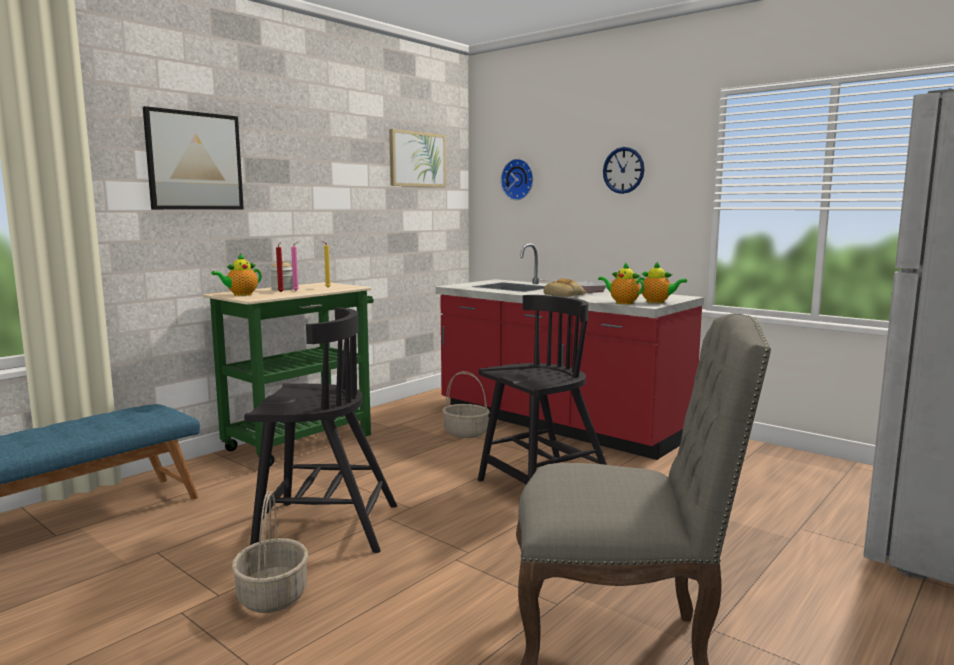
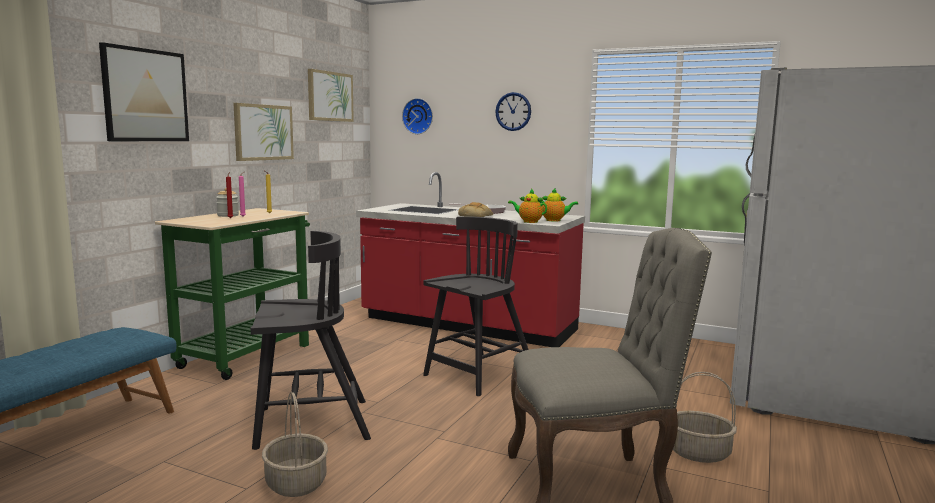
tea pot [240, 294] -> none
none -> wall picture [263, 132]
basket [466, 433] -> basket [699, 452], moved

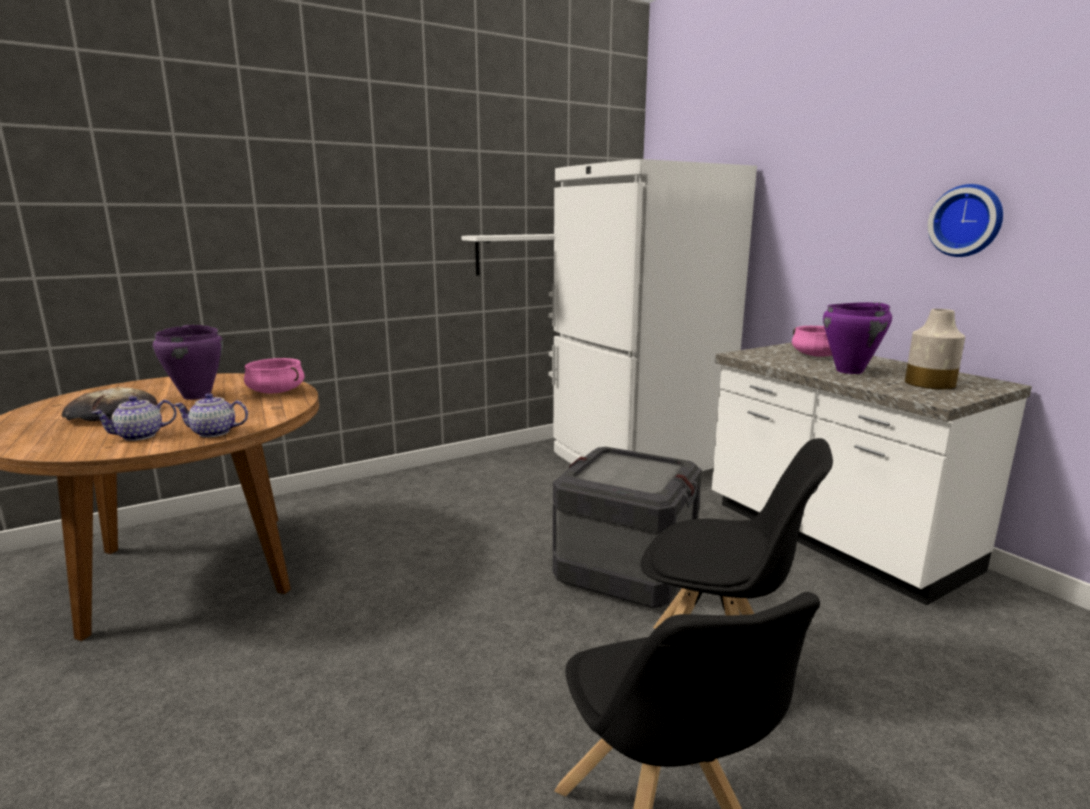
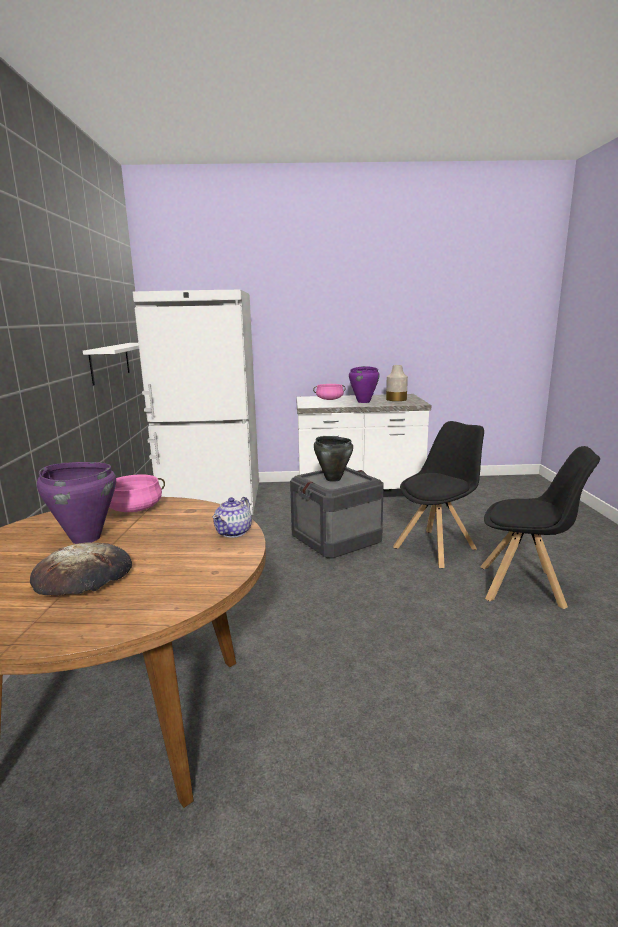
tea pot [140, 436] -> none
clock on the wall [967, 221] -> none
none -> stockpot (blackish) [333, 479]

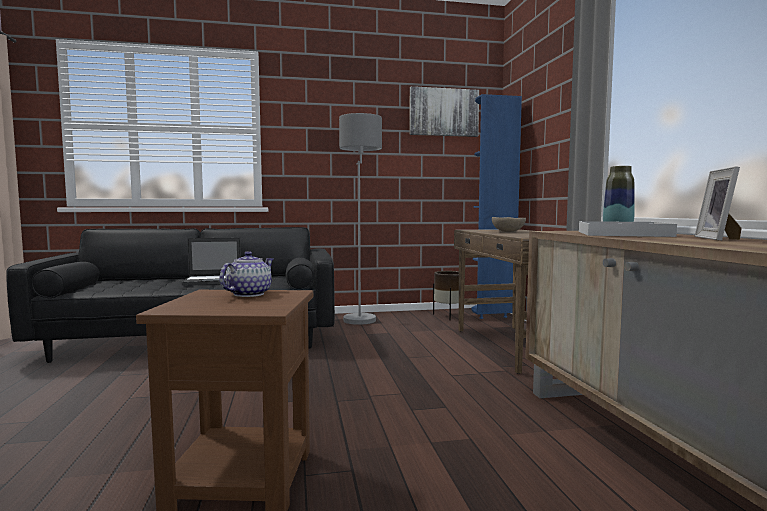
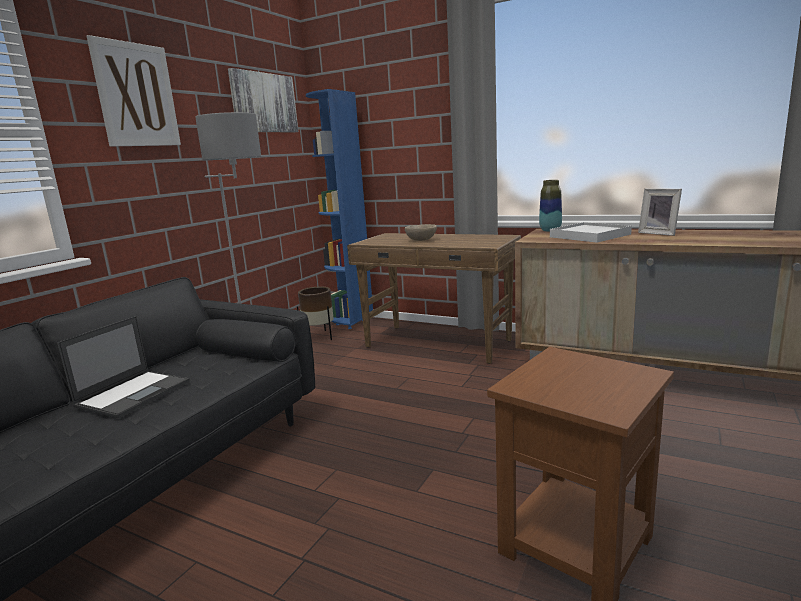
tea pot [248, 294] -> none
none -> wall picture [136, 95]

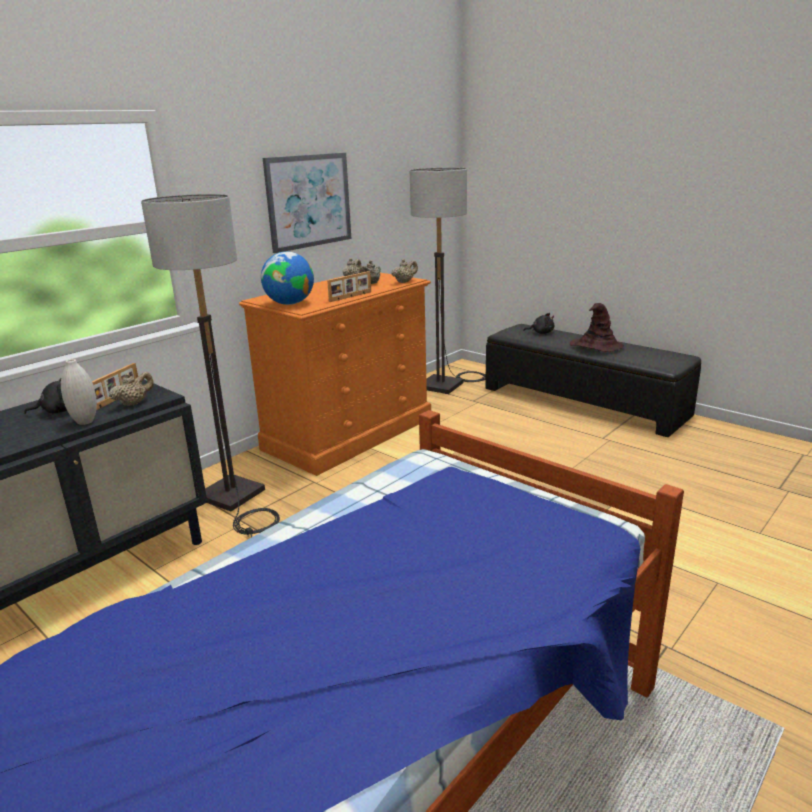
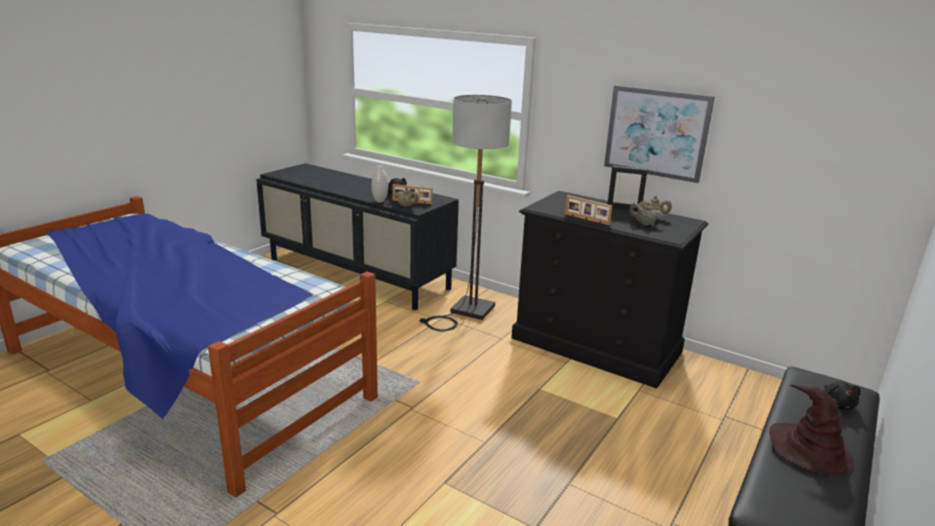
globe [289, 303] -> none
tea pot (beige) [404, 282] -> none
standing lamp [450, 384] -> none
none -> picture frame [624, 208]
dresser (orangey) [350, 433] -> dresser (blackish) [596, 345]

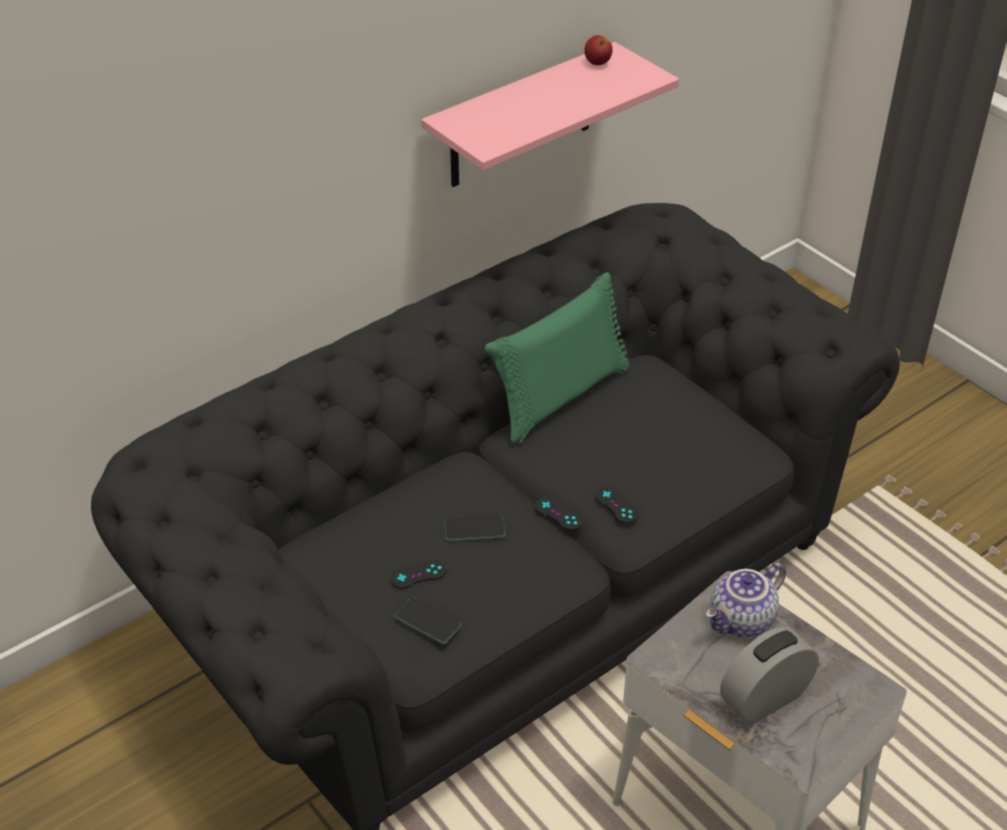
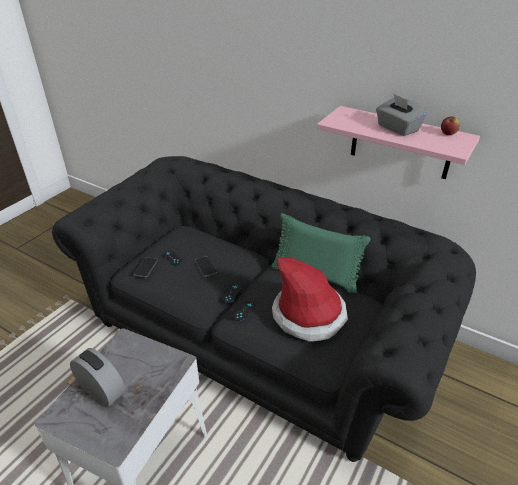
tea pot [742, 621] -> none
none -> hat [309, 315]
none -> box of tissues (grey) [397, 128]

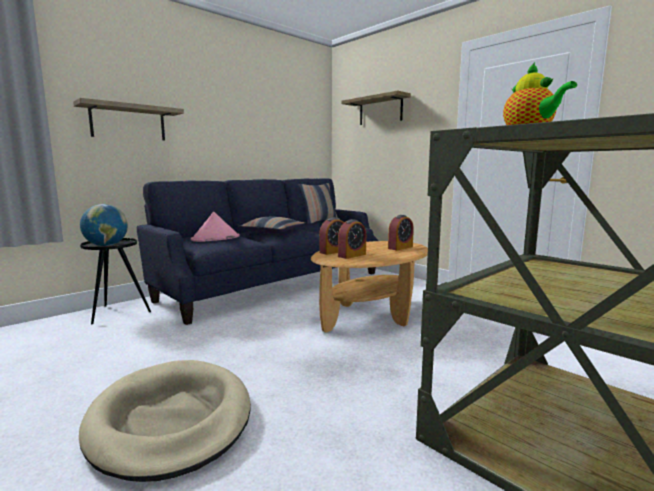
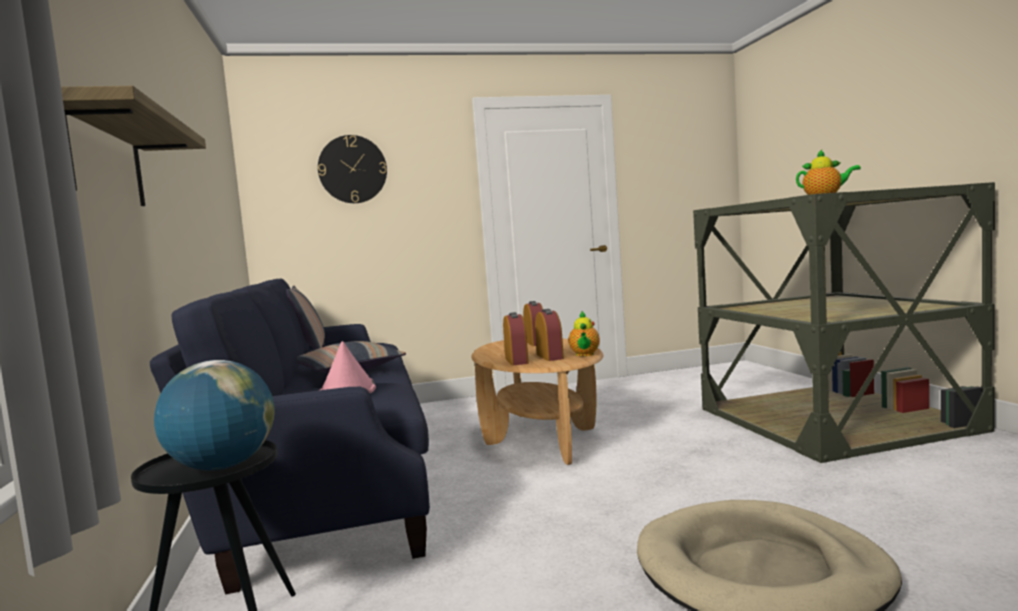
none -> tea pot [585, 355]
wall shelf [380, 110] -> clock on the wall [352, 169]

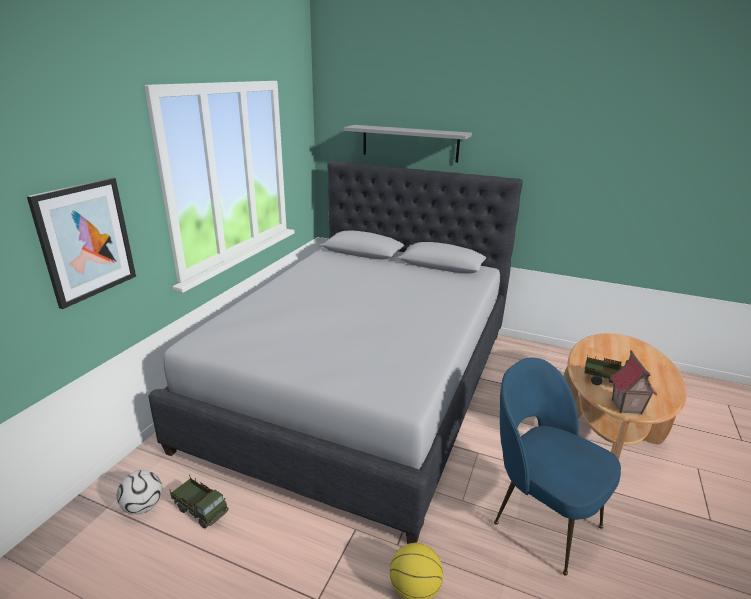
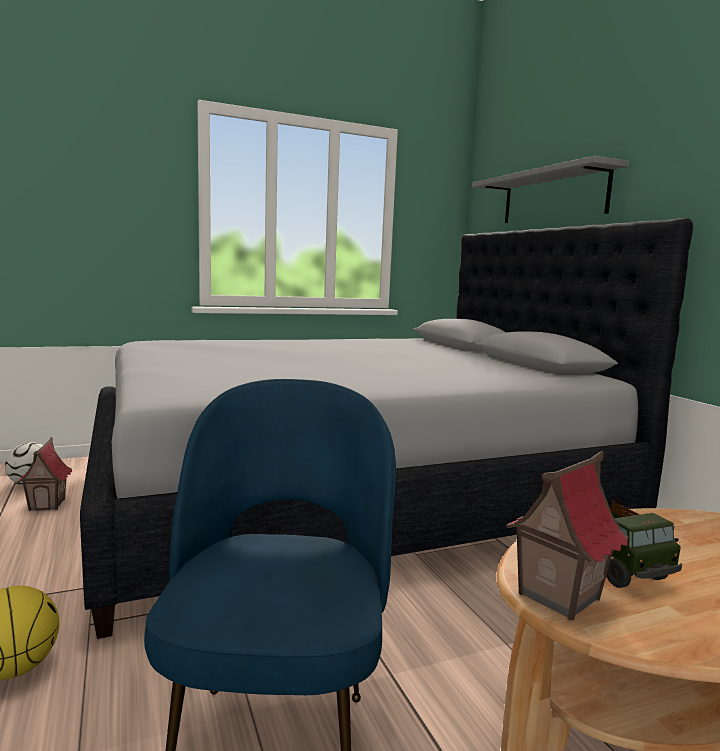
wall picture [86, 241] -> none
toy lorry [201, 510] -> model house [47, 504]

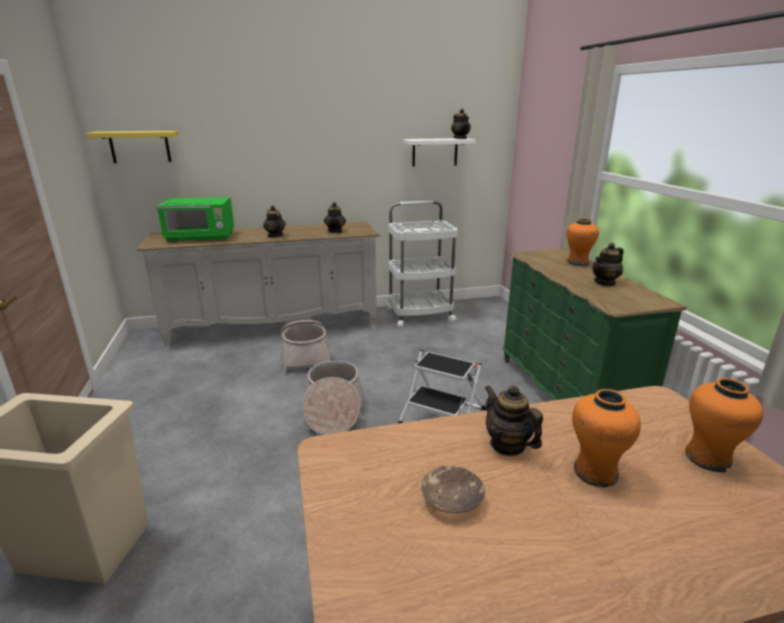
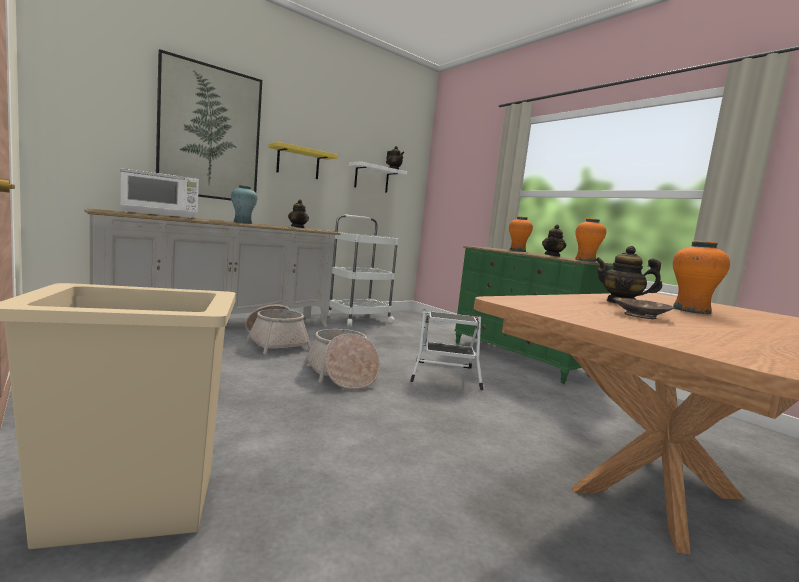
none -> wall picture [210, 133]
wall shelf (yellow) [140, 147] -> wall shelf (yellow) [298, 163], moved
decorative vase (orangey) [708, 458] -> decorative vase (orangey) [585, 260], moved
tea pot [275, 235] -> decorative vase (blue-green) [242, 222]
microwave oven (greenish) [201, 237] -> microwave oven (whitish) [160, 215]

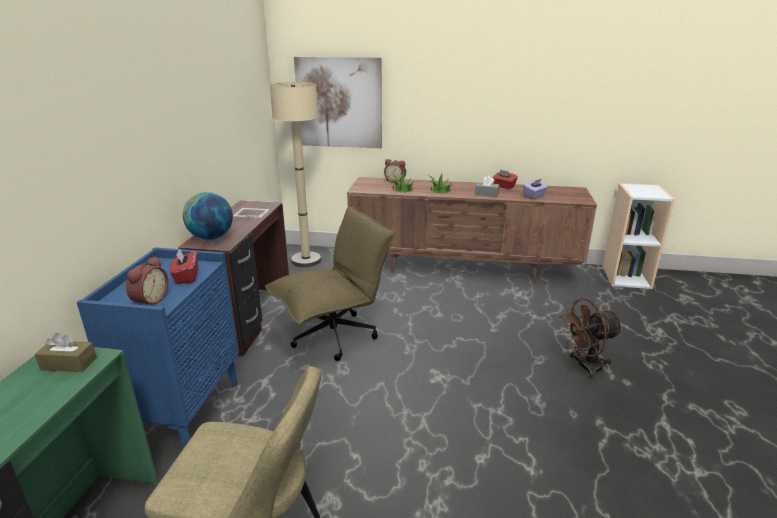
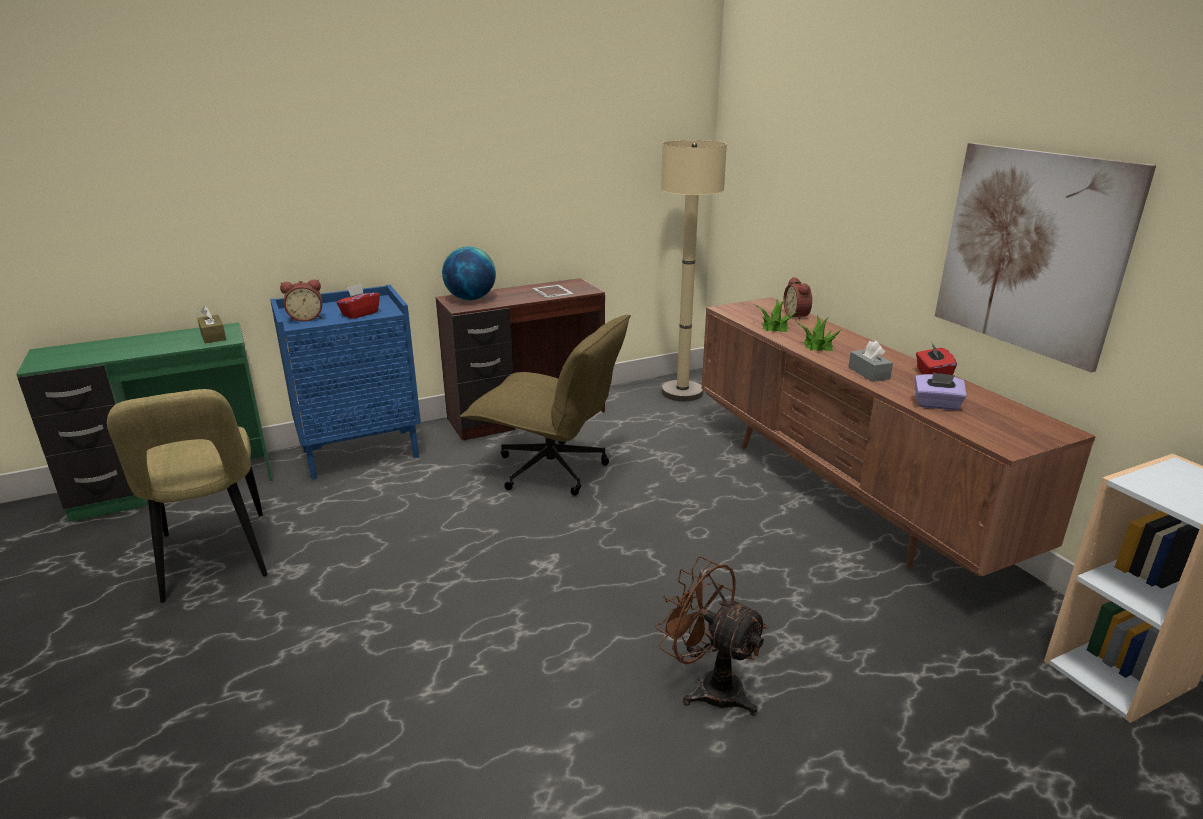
wall picture [339, 103] -> wall picture [1031, 251], moved

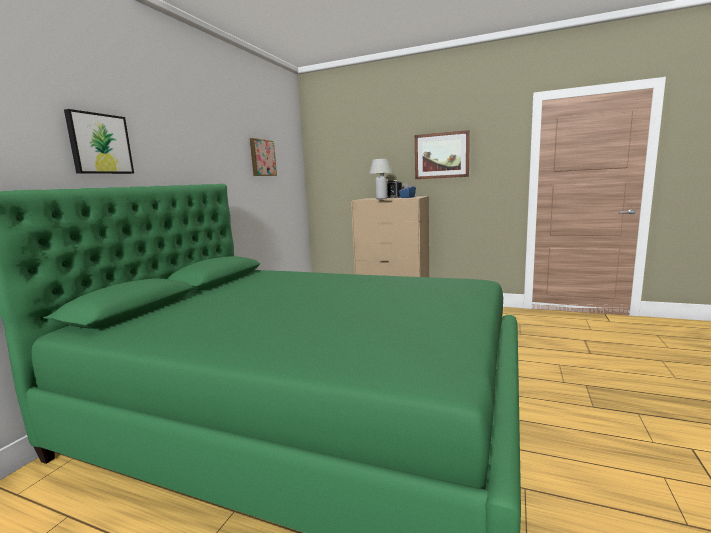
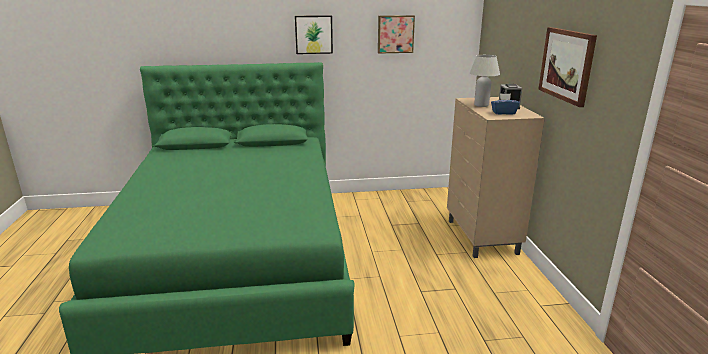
wall picture [99, 144] -> wall picture [313, 34], moved

